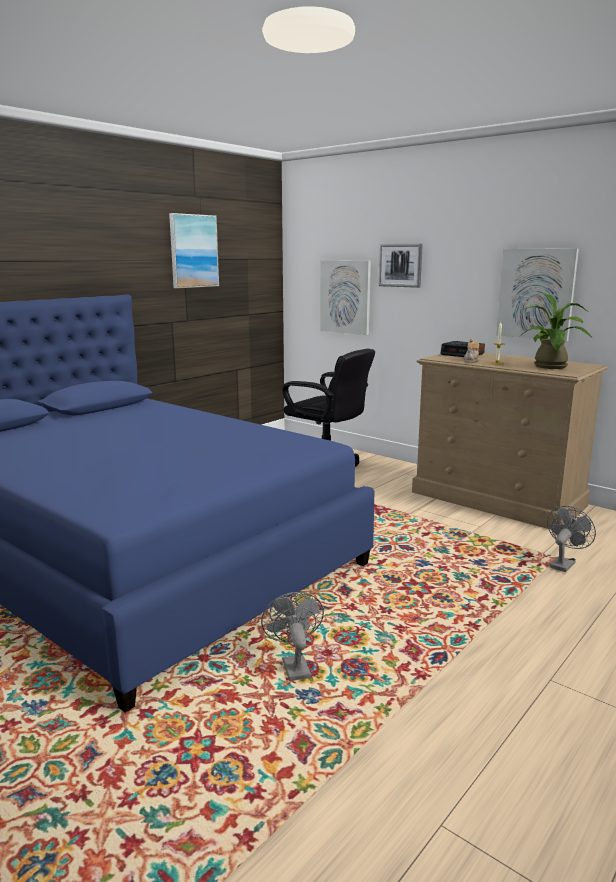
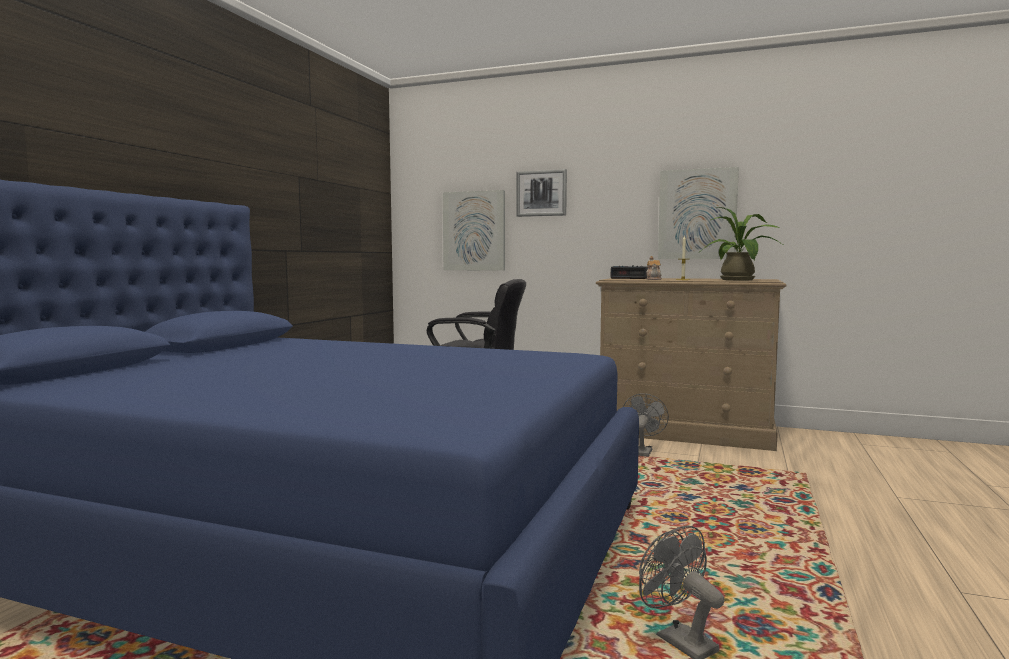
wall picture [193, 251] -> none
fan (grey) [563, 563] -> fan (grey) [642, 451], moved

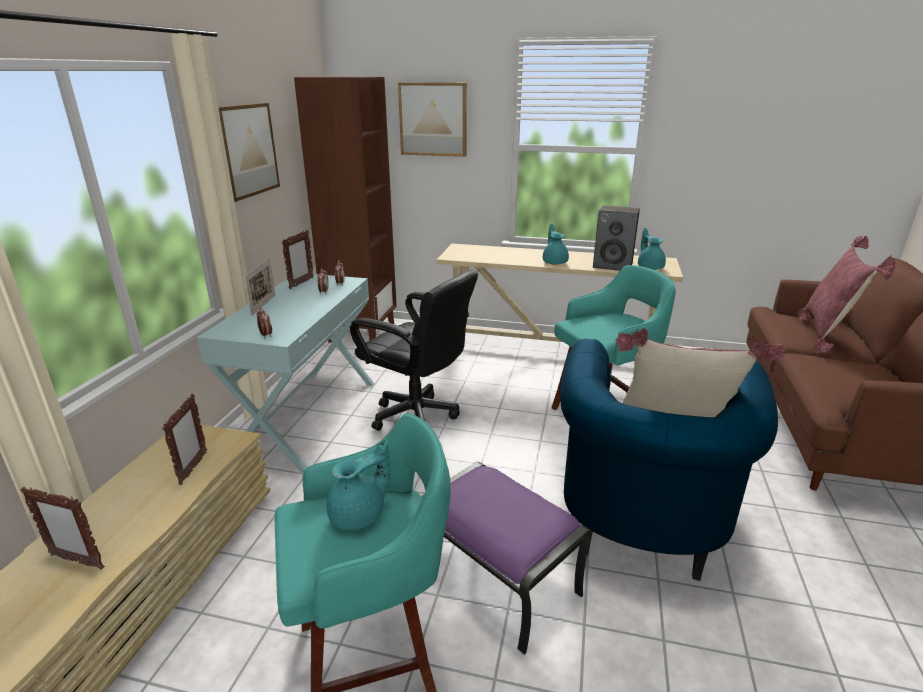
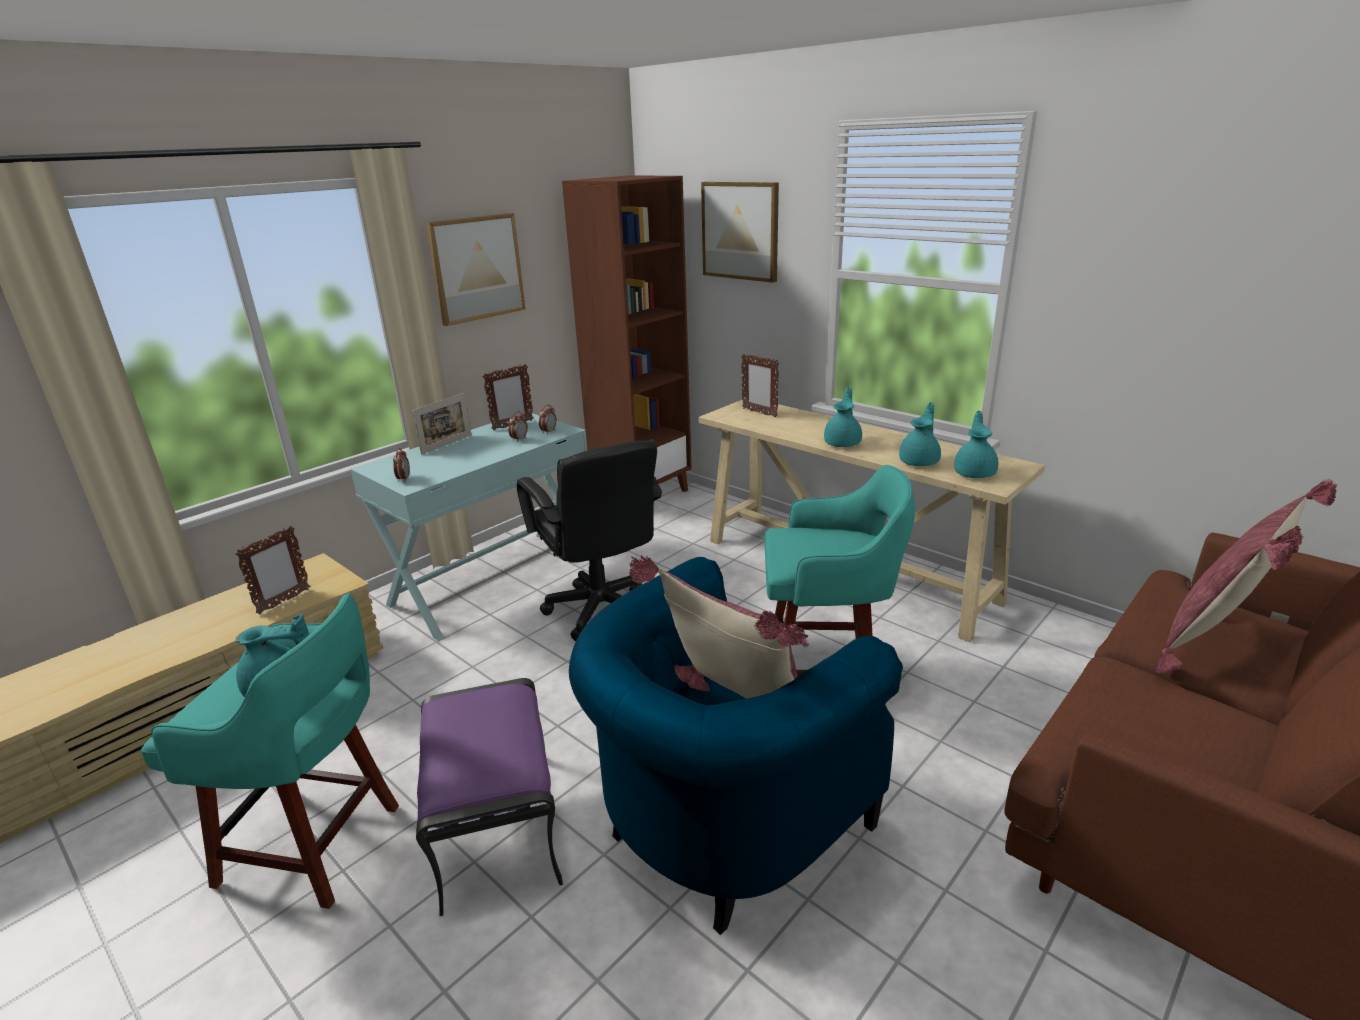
picture frame [77, 561] -> picture frame [759, 413], moved
audio speaker [613, 266] -> tea pot (blue-green) [920, 461]

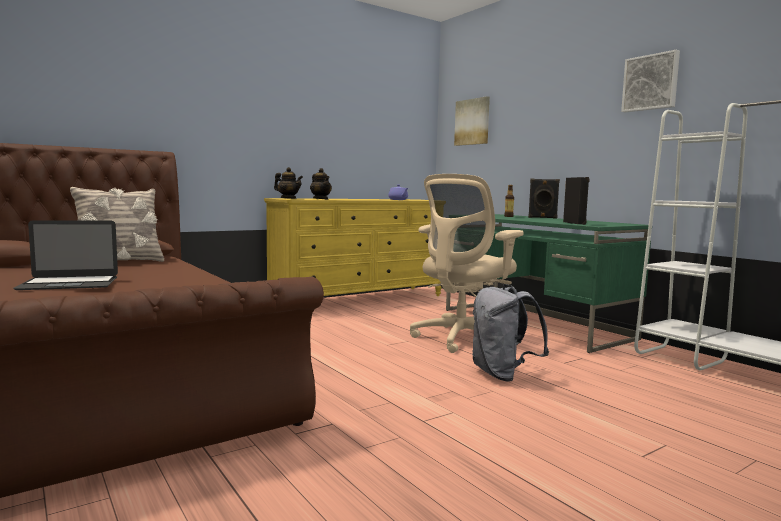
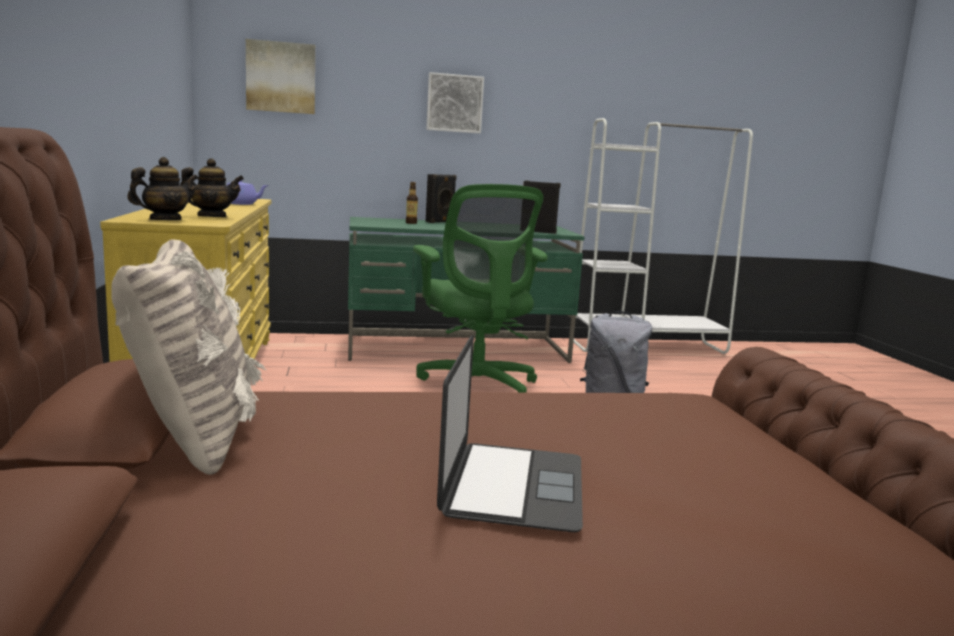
wall picture [651, 82] -> wall picture [454, 103], moved
computer chair (beige) [464, 337] -> computer chair (greenish) [473, 384]

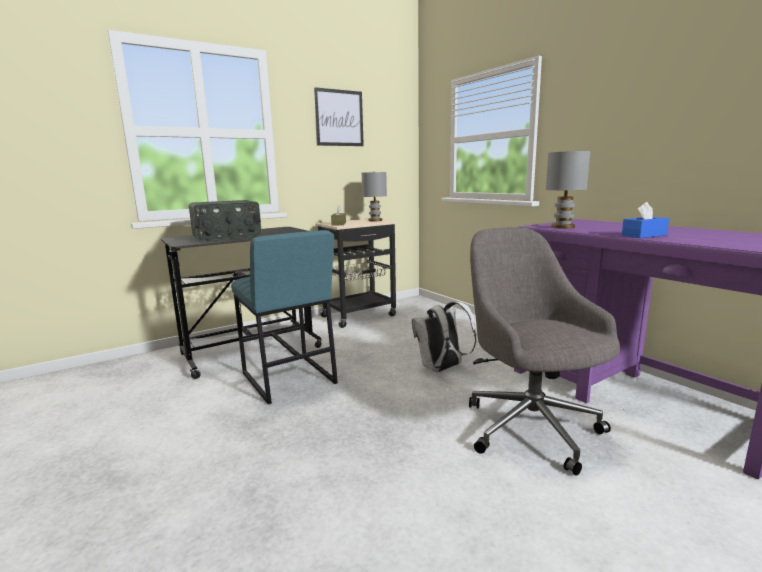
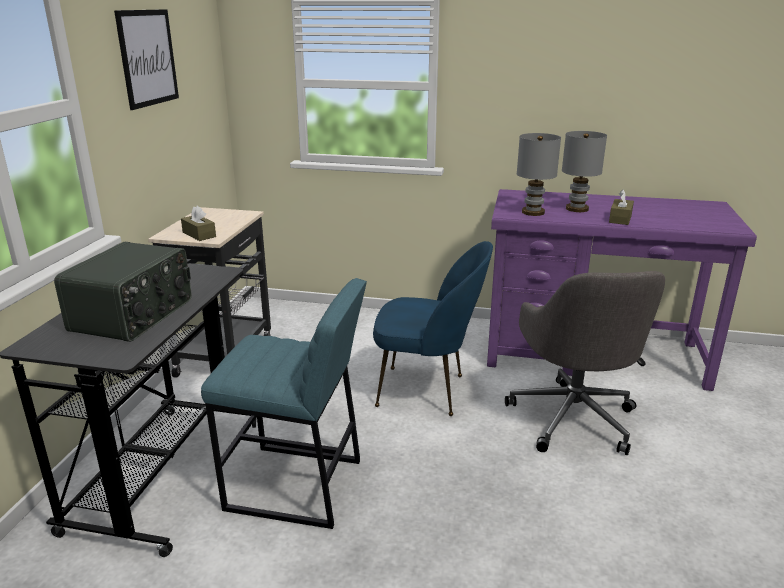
lamp for a table (grey) [375, 220] -> lamp for a table (grey) [577, 208], moved
knapsack (whitish) [442, 369] -> chair (blue) [428, 392]
box of tissues (blue) [644, 235] -> box of tissues (brown-coloured) [620, 219]
computer chair (grey) [529, 428] -> computer chair (grey) [573, 420], 120 degrees counterclockwise

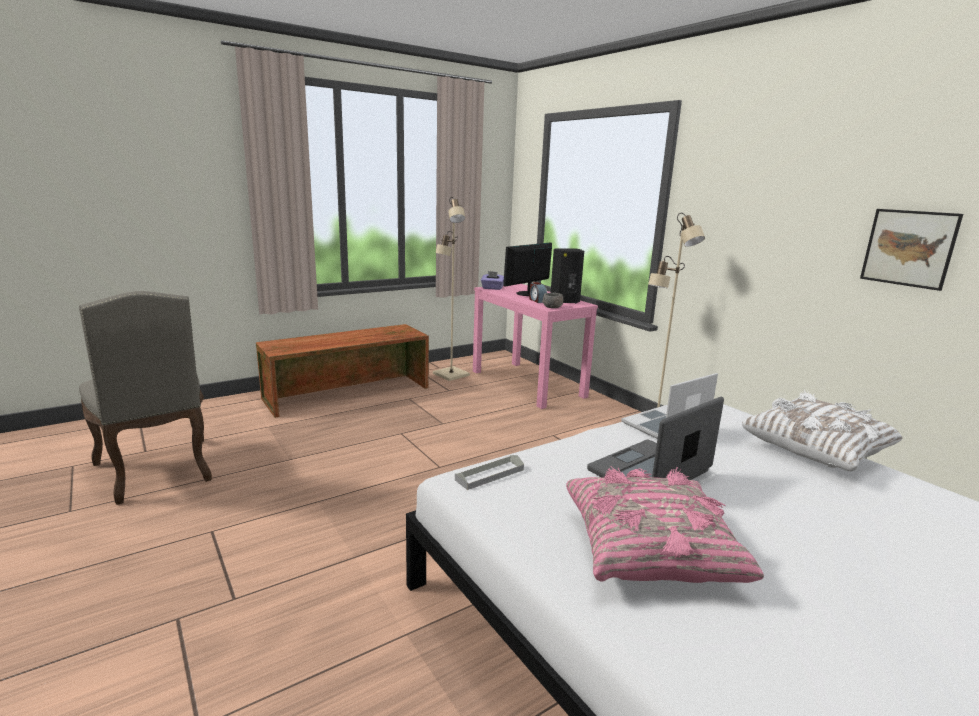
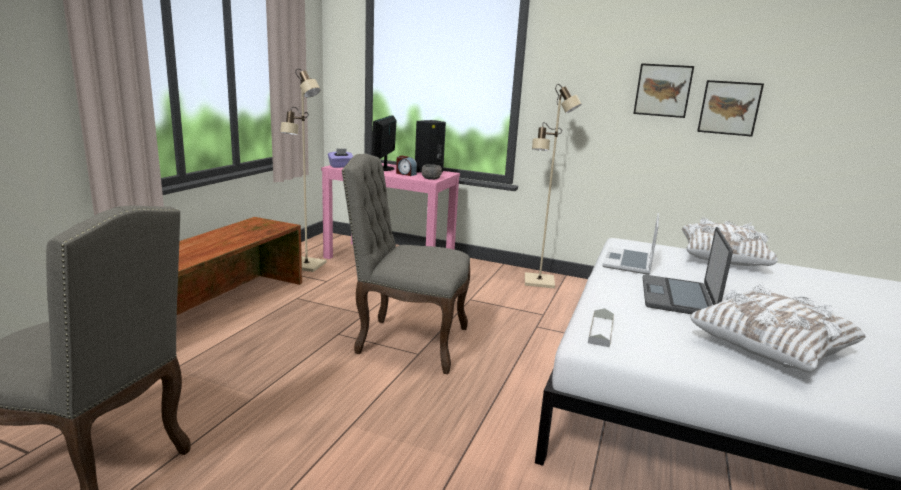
none -> chair (grey) [409, 341]
none -> wall picture [663, 90]
cushion (pink-coloured) [649, 553] -> cushion (whitish) [770, 349]

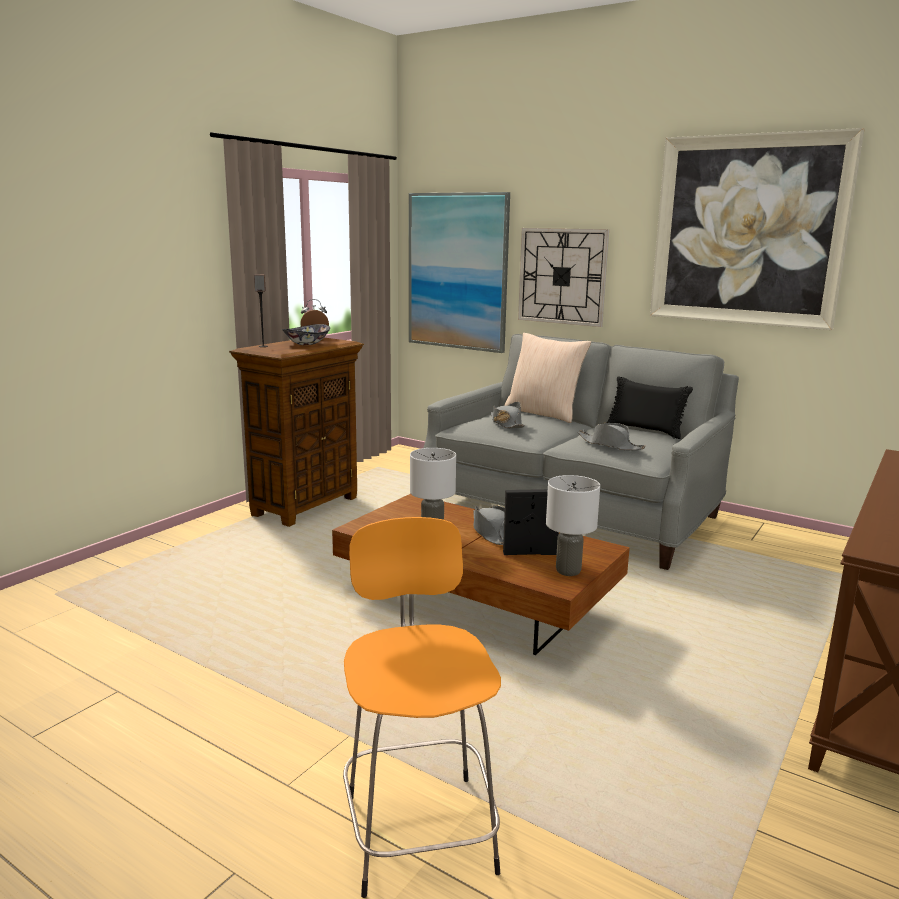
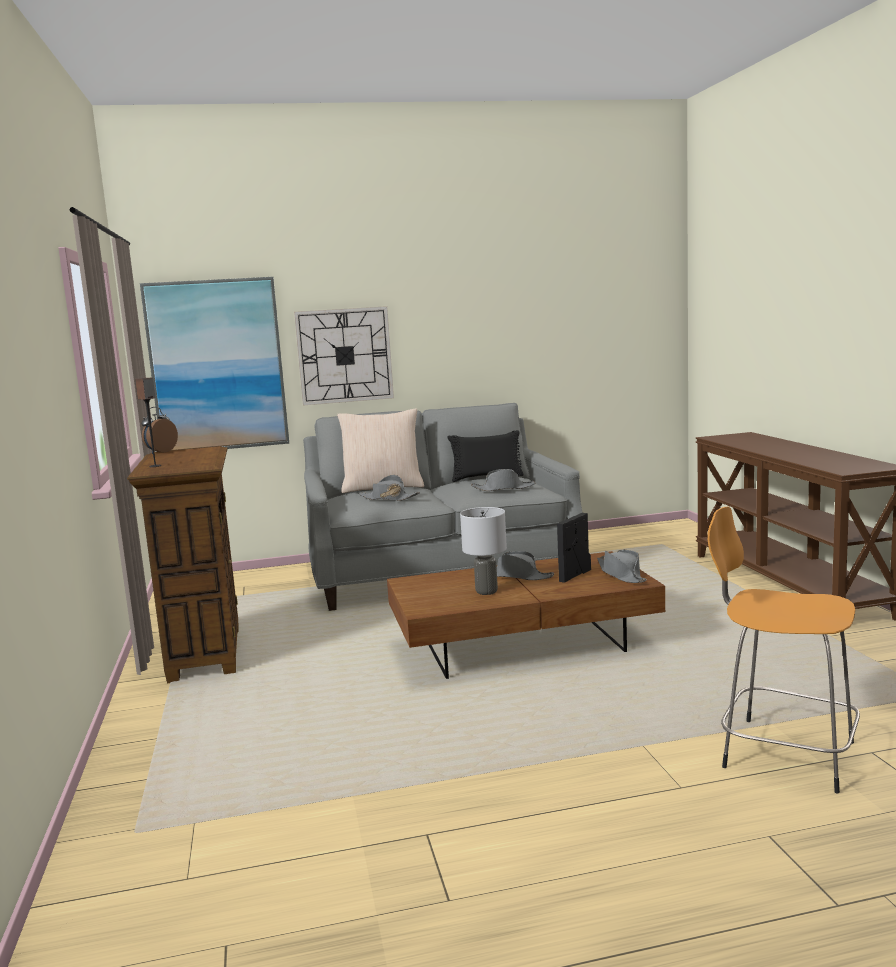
serving bowl [307, 344] -> none
wall picture [748, 231] -> none
lamp for a table (whitish) [566, 571] -> hat (grey) [621, 574]

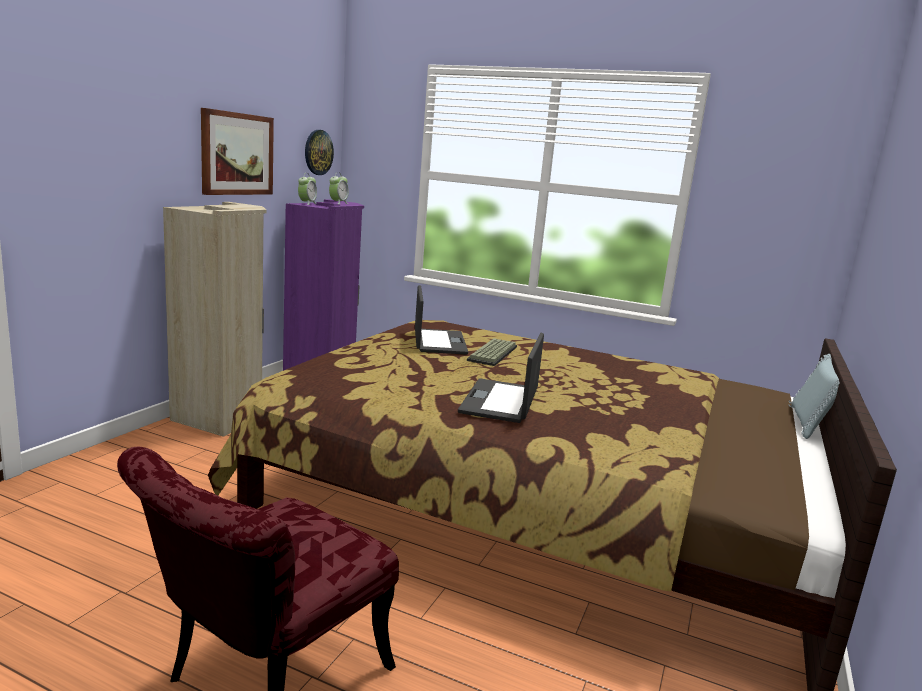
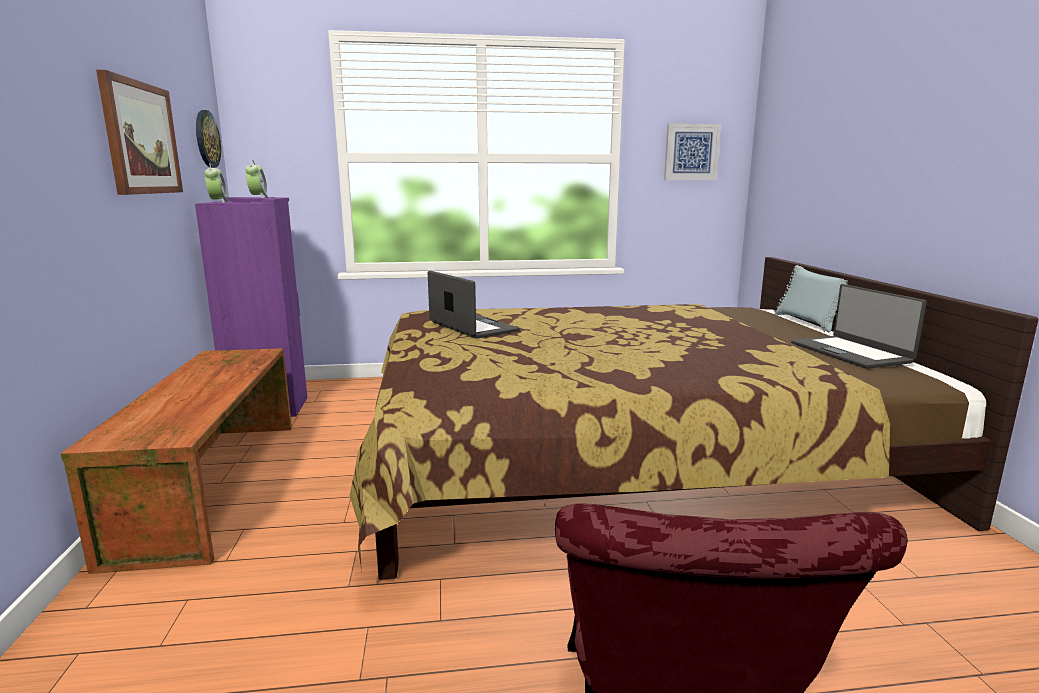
PC keyboard [494, 354] -> none
none -> wall picture [691, 152]
portable computer [501, 401] -> portable computer [851, 352], moved
cupboard (beige) [224, 415] -> bench (brown-coloured) [211, 483]

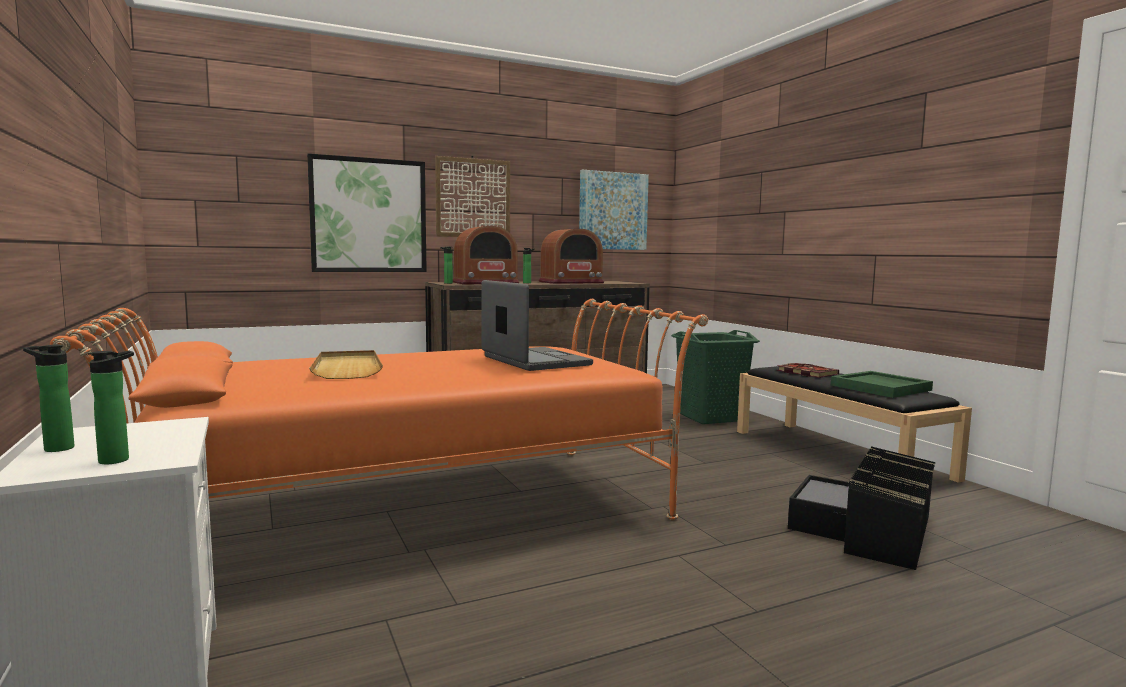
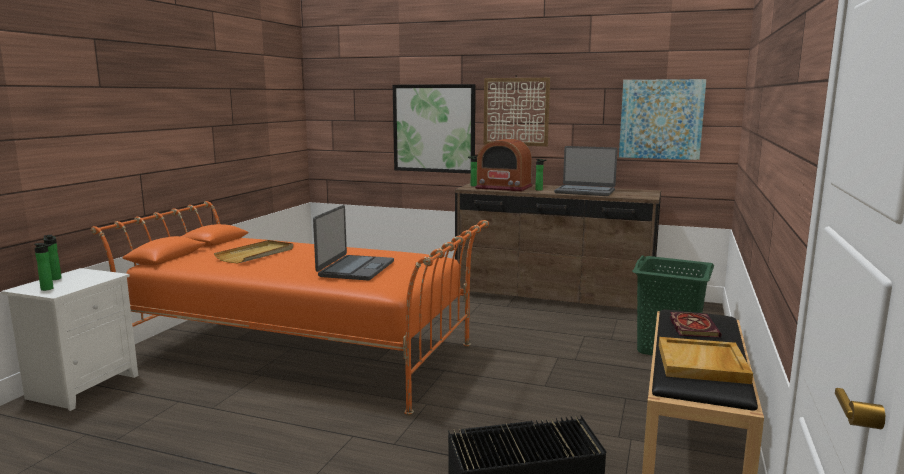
radio [571, 282] -> portable computer [585, 192]
serving tray (greenish) [881, 388] -> serving tray (beige) [702, 364]

